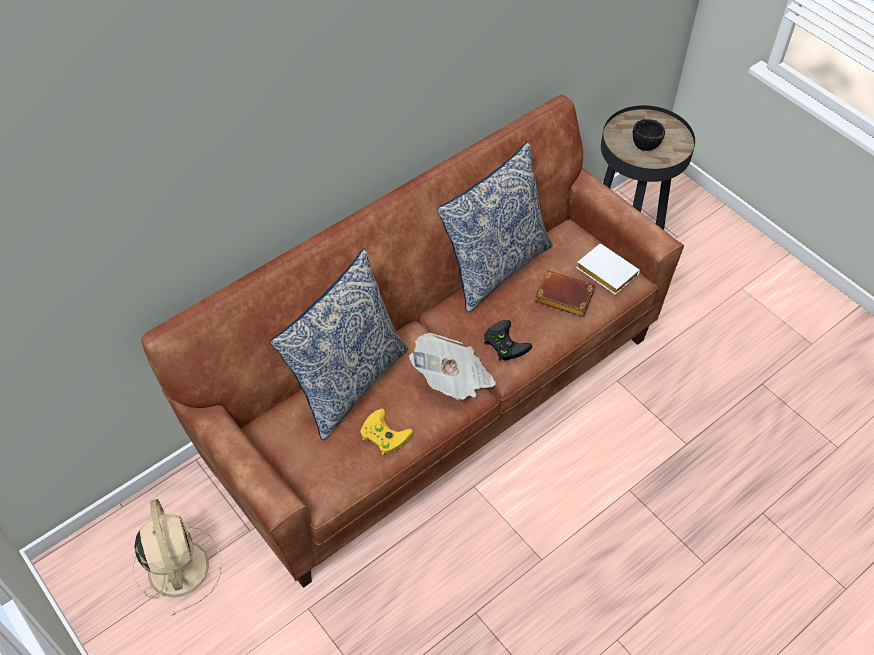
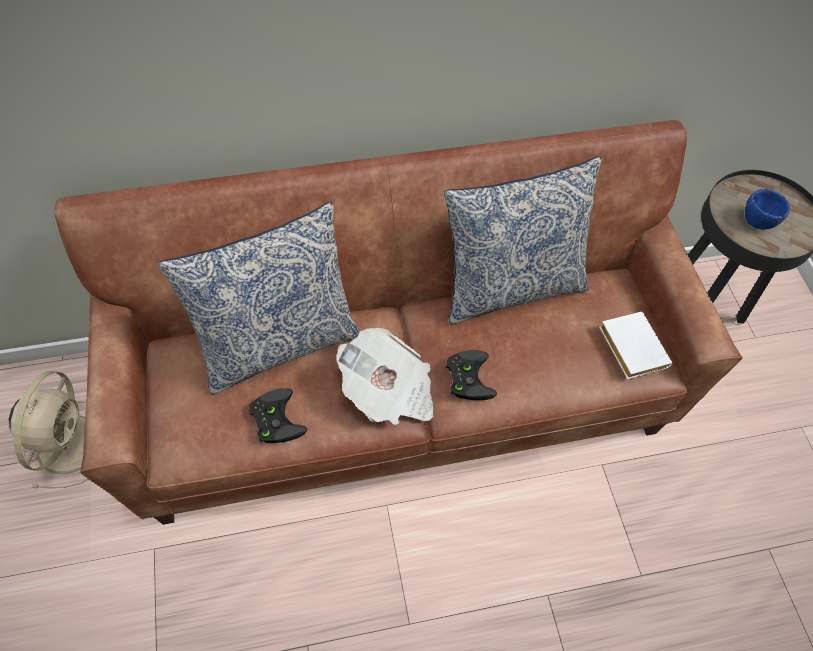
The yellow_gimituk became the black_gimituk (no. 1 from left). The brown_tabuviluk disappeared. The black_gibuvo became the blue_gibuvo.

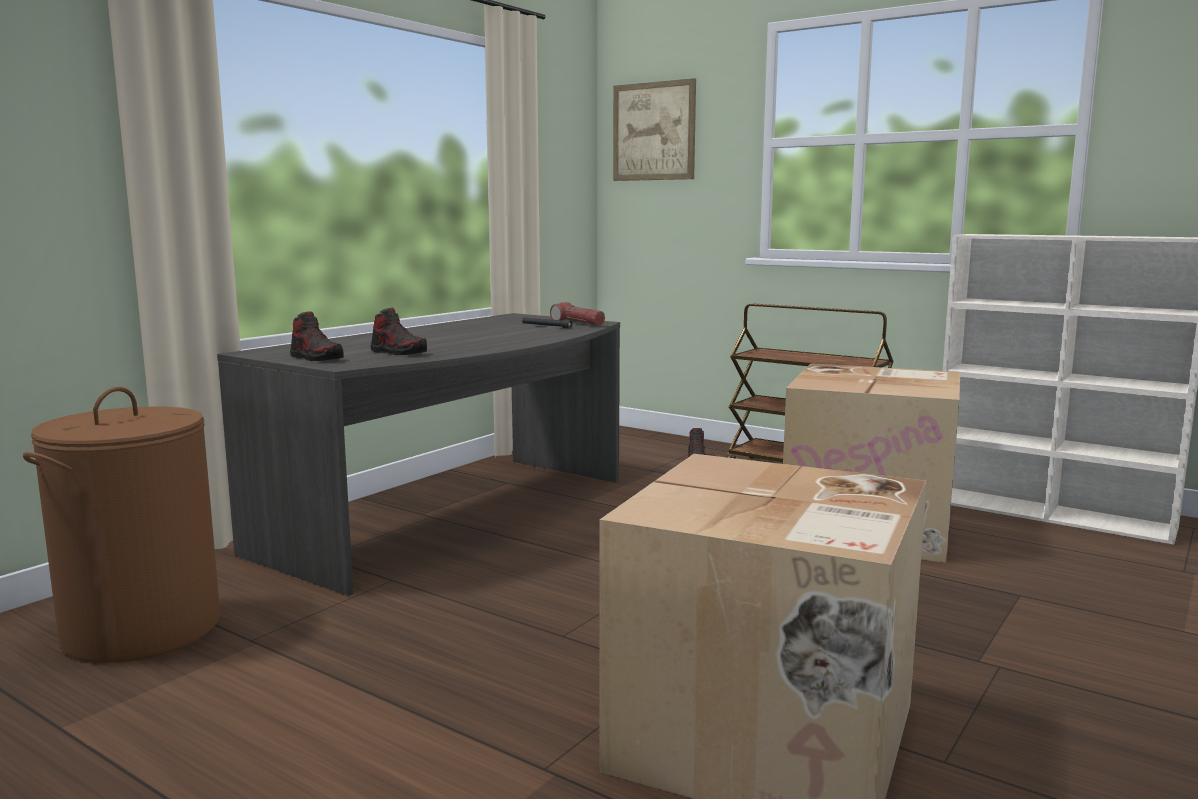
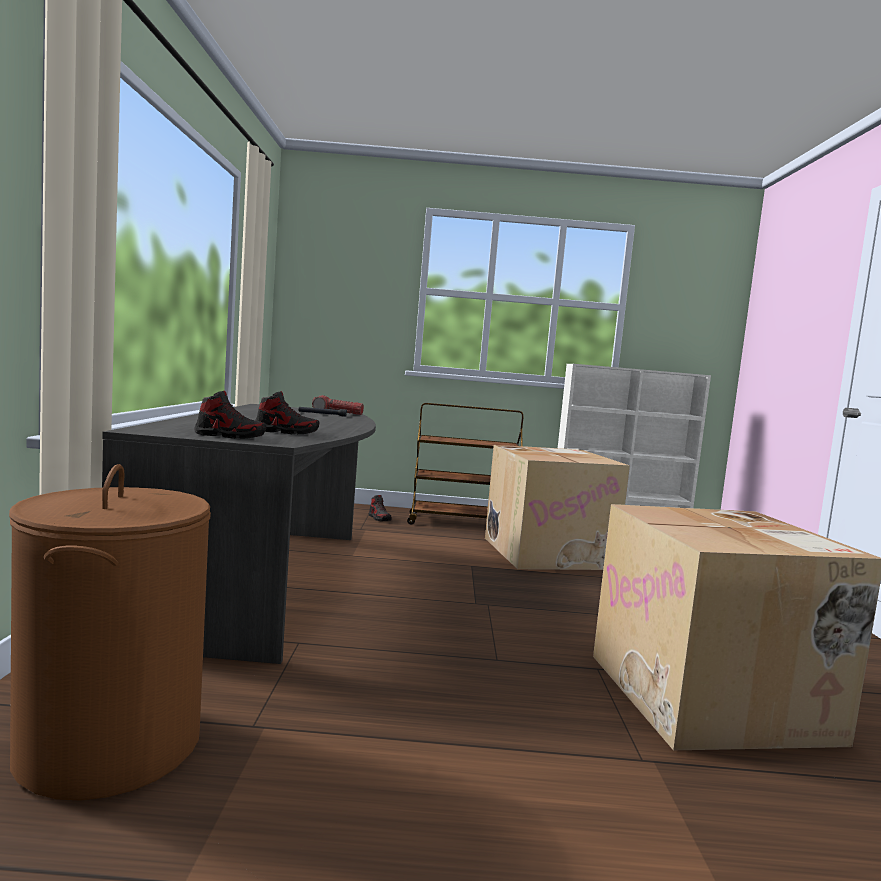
The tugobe disappeared.

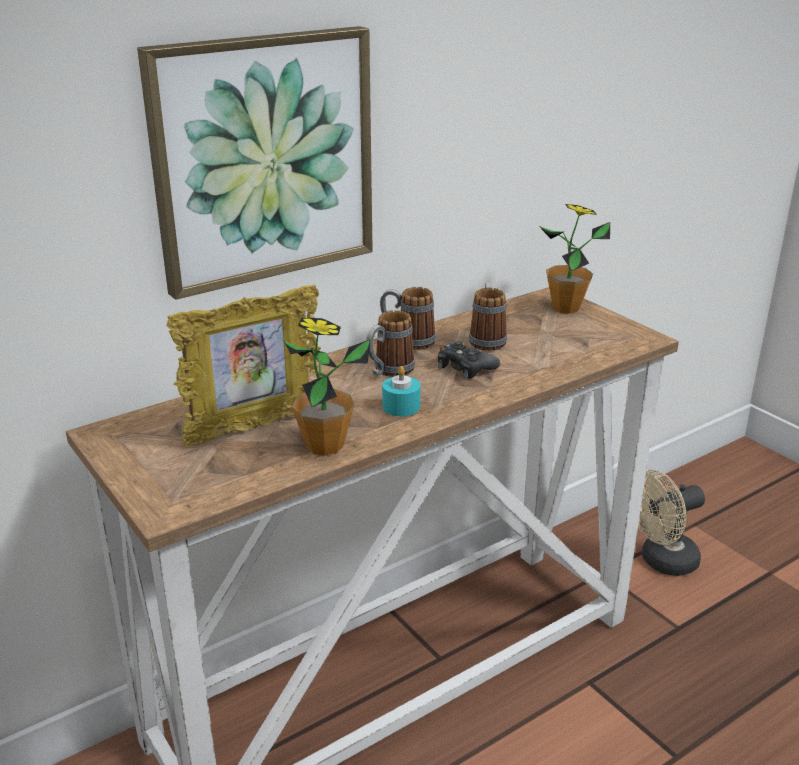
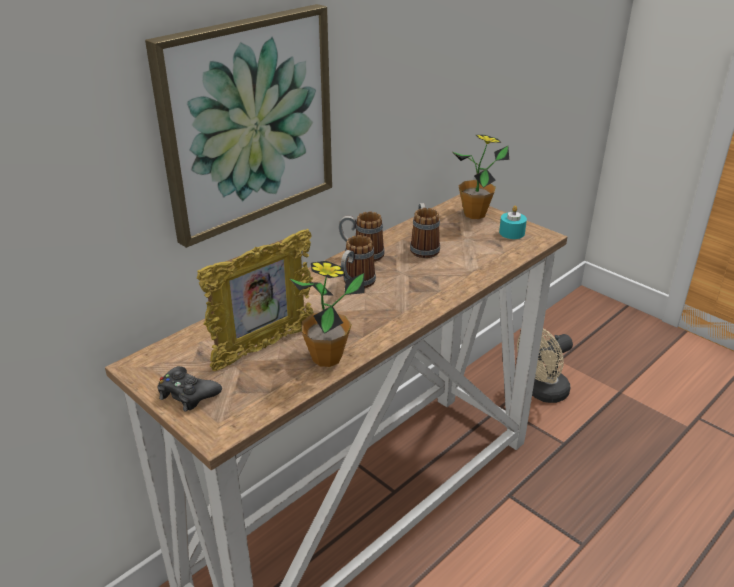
The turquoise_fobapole moved. The black_gimituk moved.

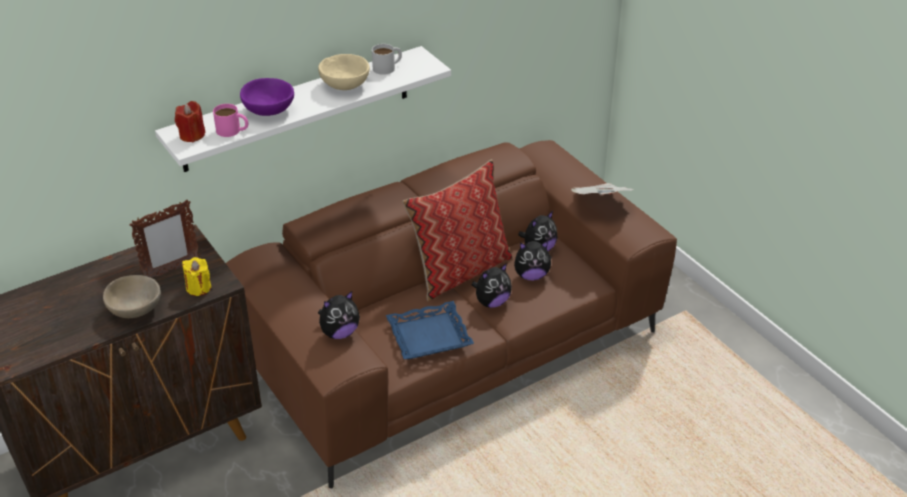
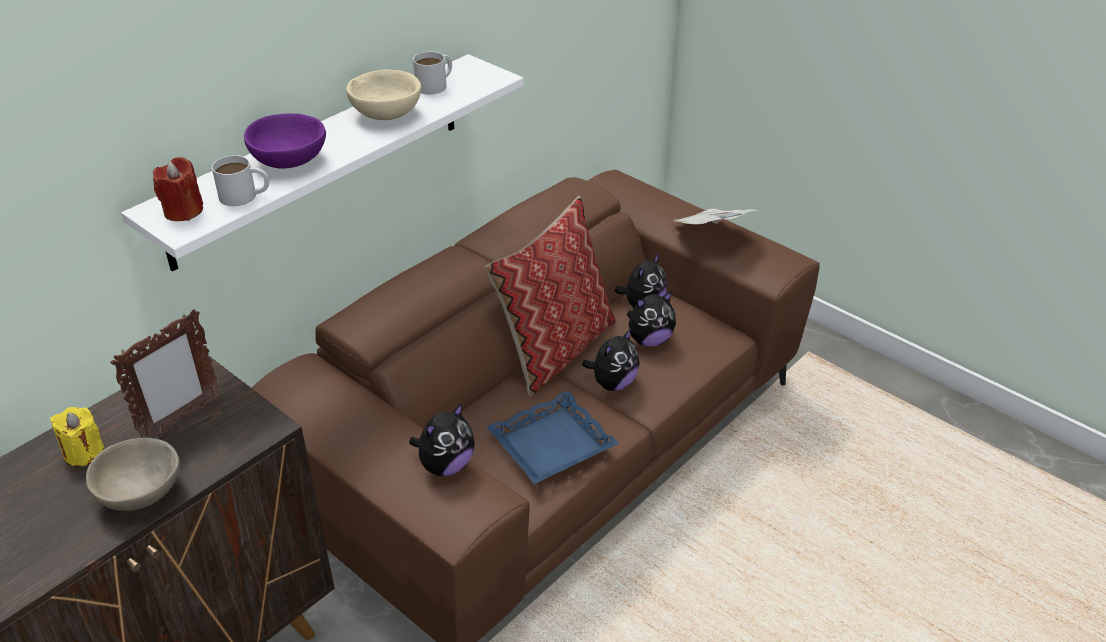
The yellow_fobapole moved. The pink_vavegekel became the white_vavegekel (no. 1 from left).

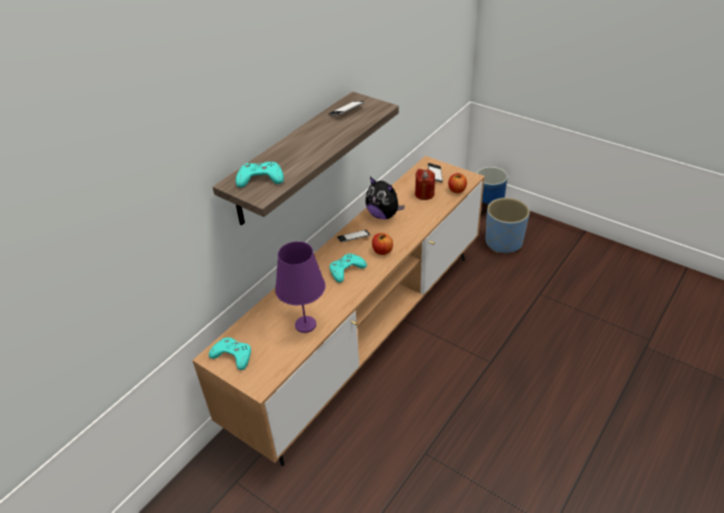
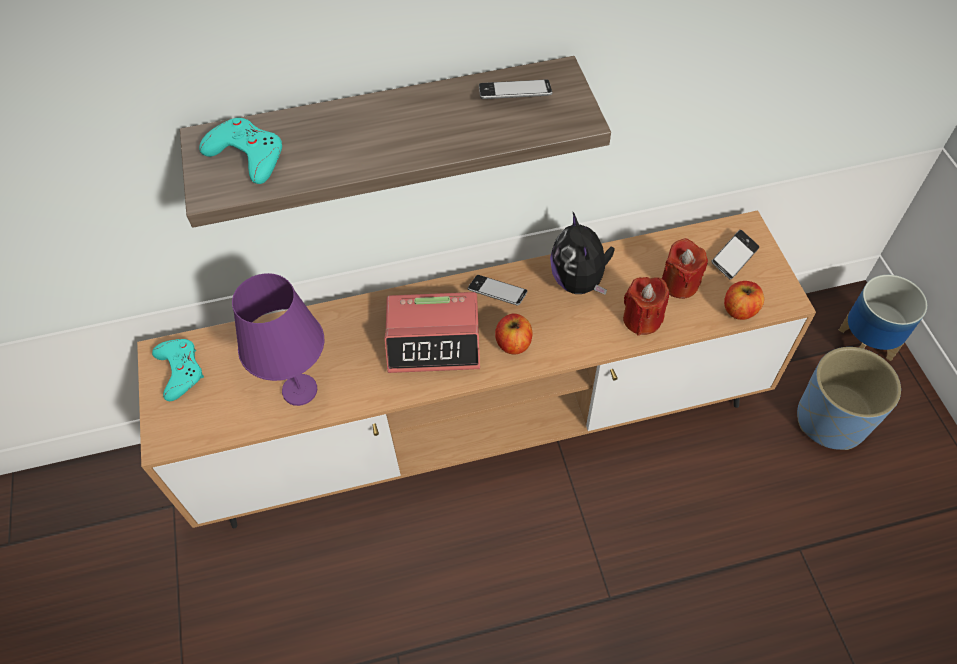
The turquoise_gimituk (no. 3 from left) was replaced by the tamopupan. The red_fobapole (no. 1 from left) appeared.

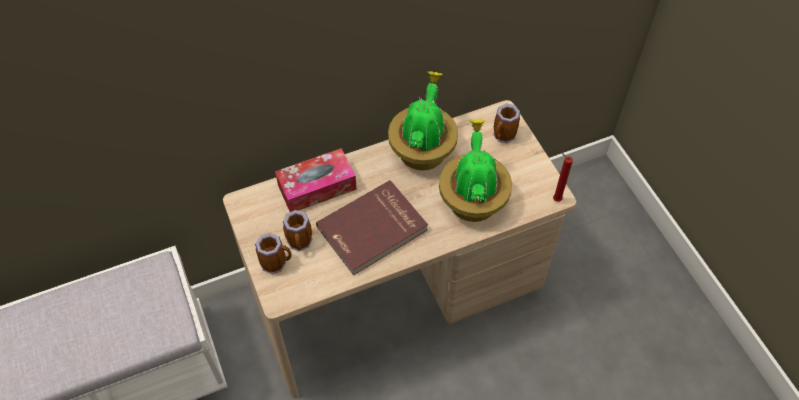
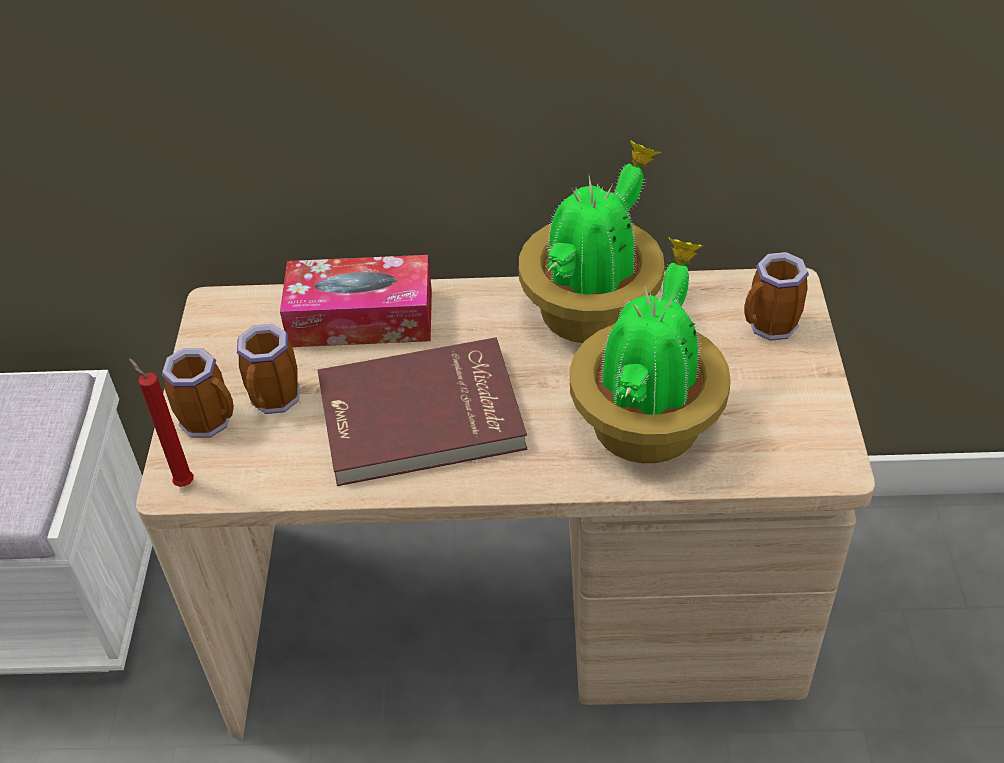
The red_fobapole moved.

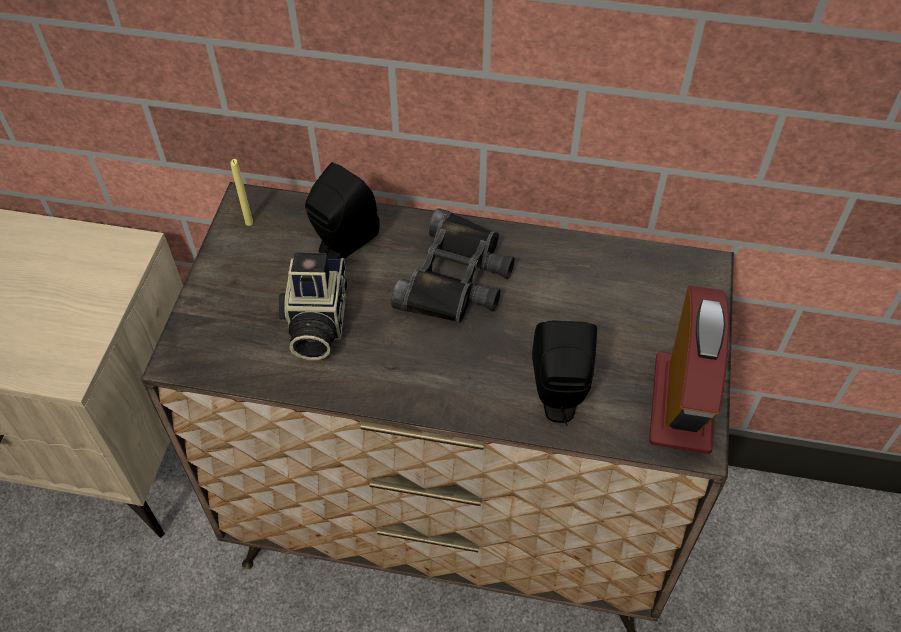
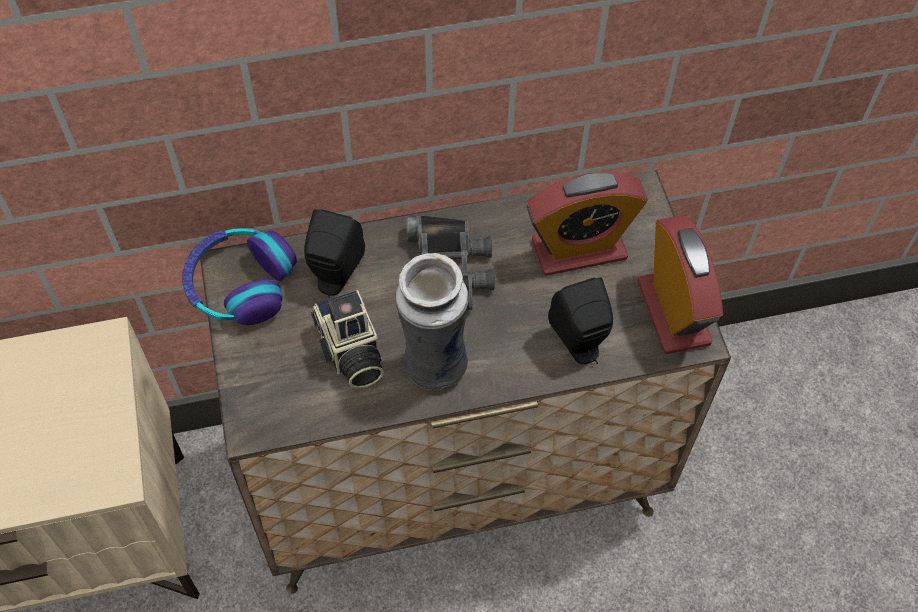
The yellow_fobapole was replaced by the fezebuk. The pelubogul appeared. The tamopupan (no. 1 from left) appeared.

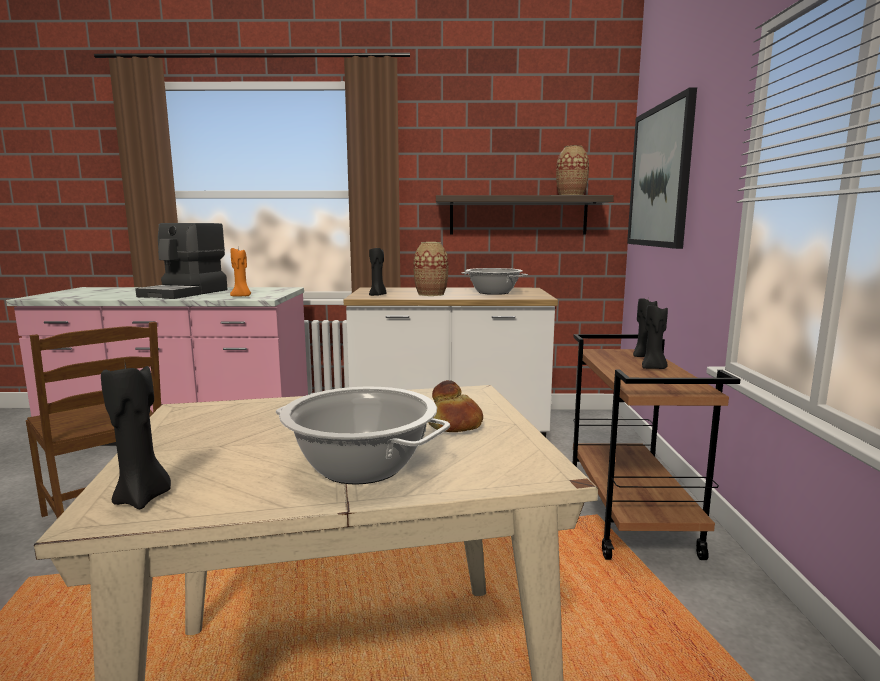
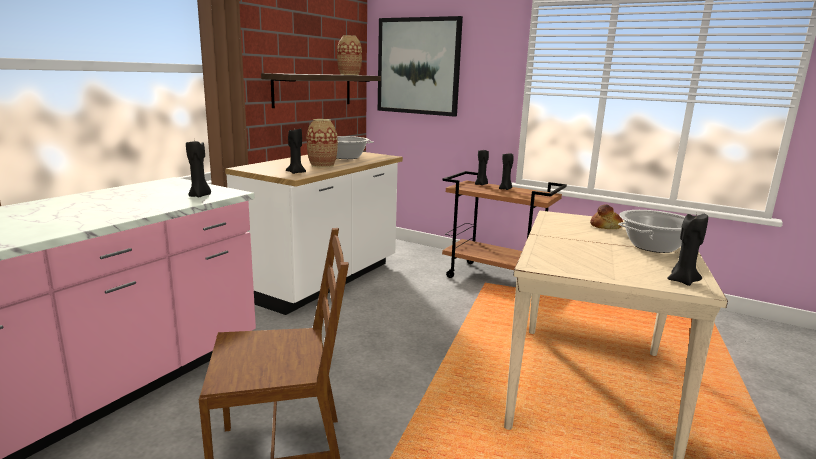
The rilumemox disappeared. The orange_fobapole became the black_fobapole (no. 1 from left).

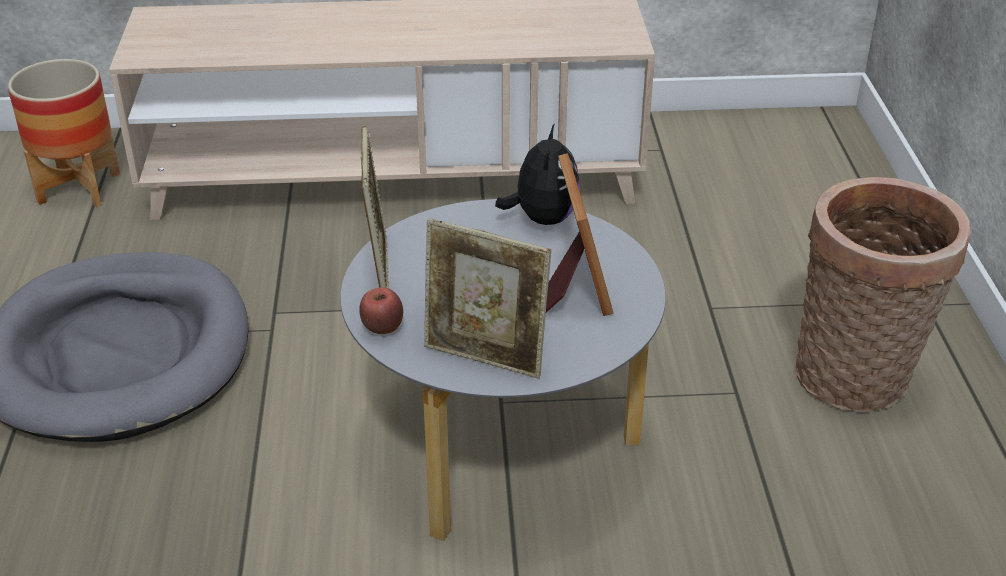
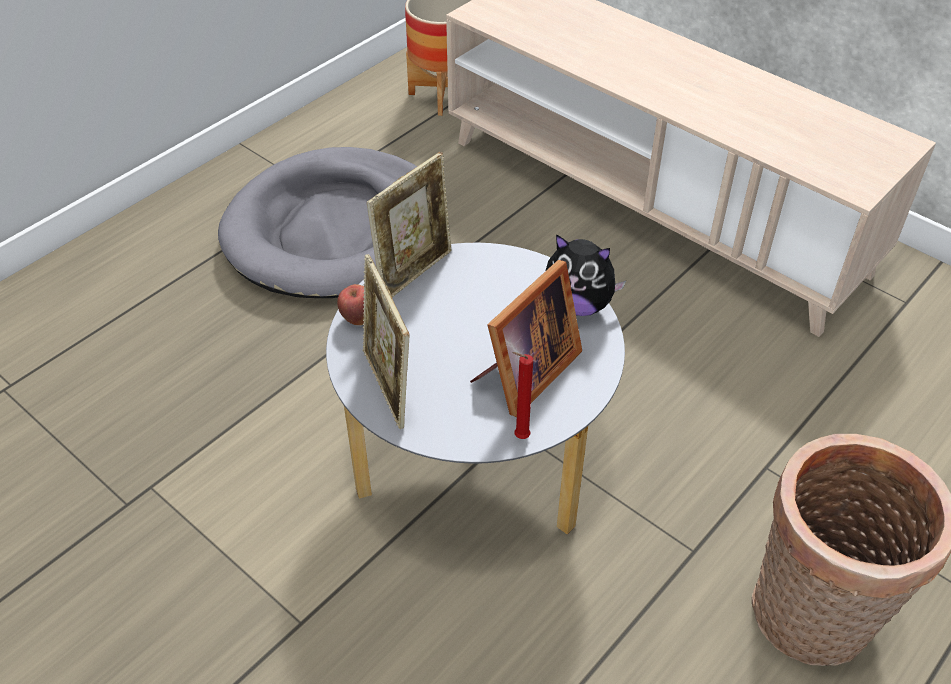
The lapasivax turned 60 degrees clockwise. The red_fobapole appeared.

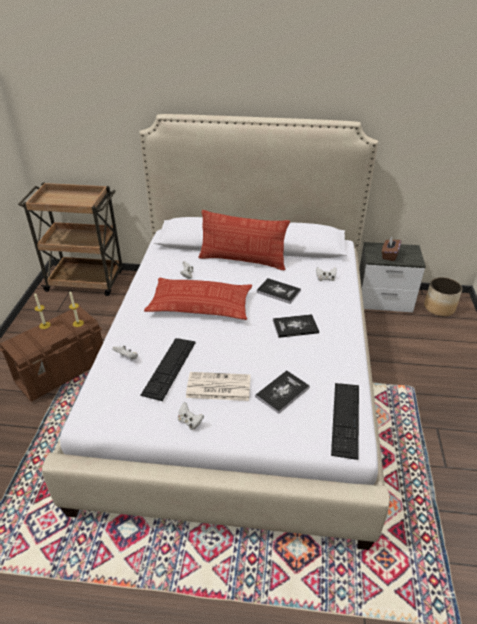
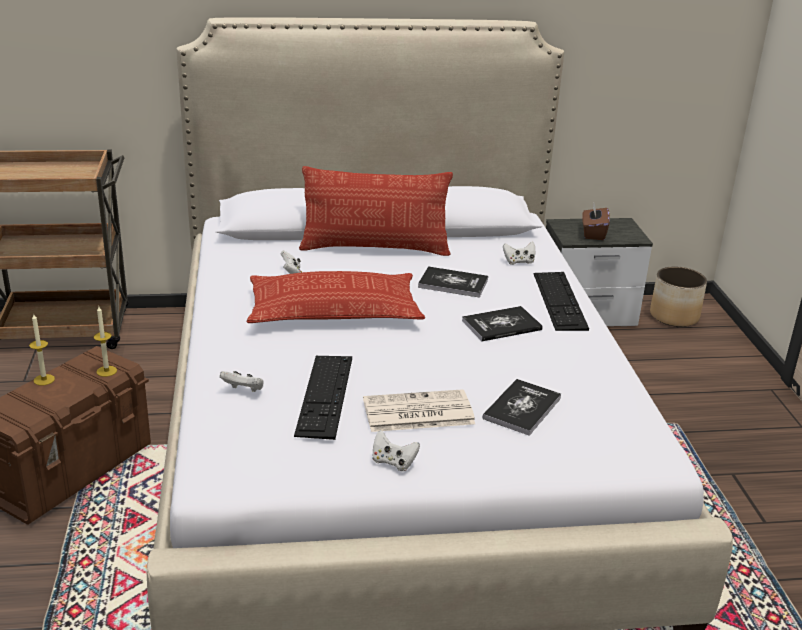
The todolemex (no. 2 from left) moved.

